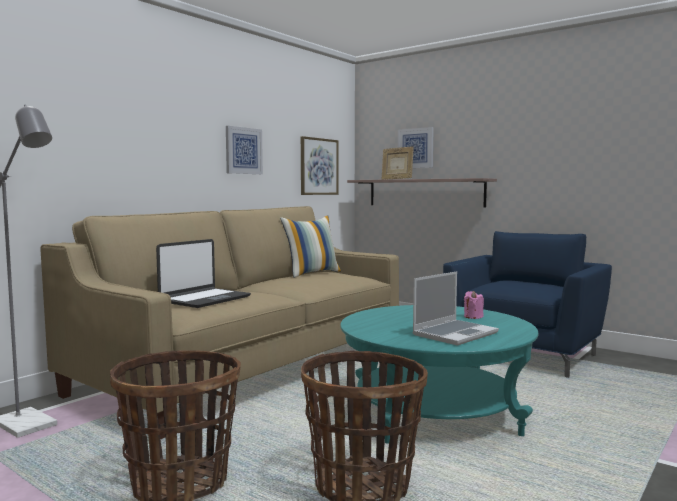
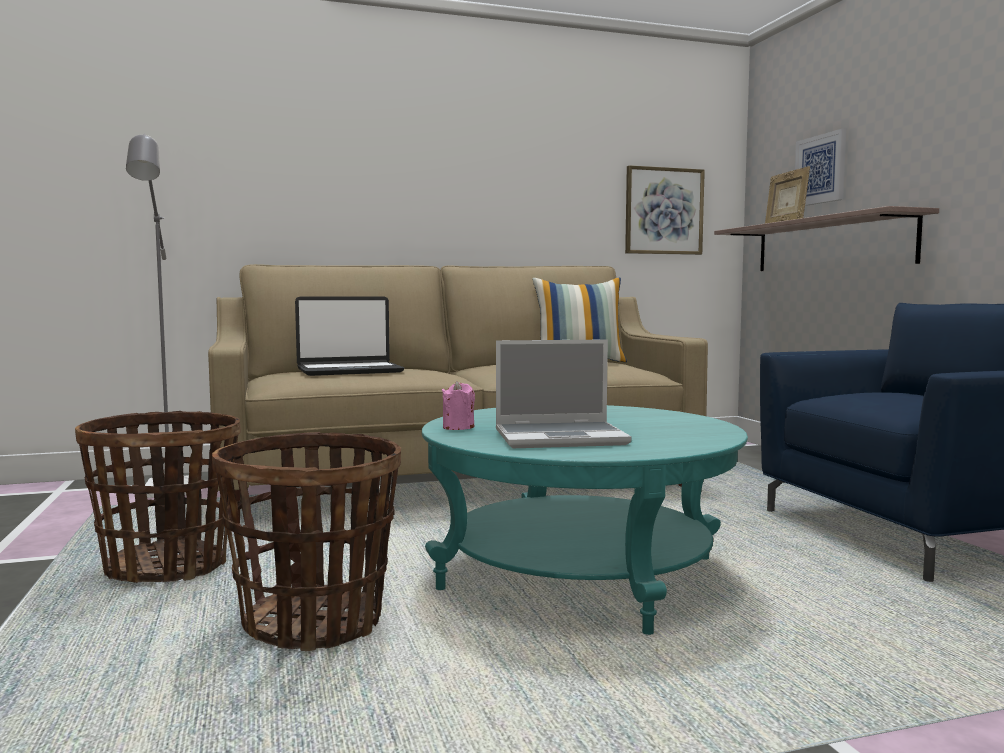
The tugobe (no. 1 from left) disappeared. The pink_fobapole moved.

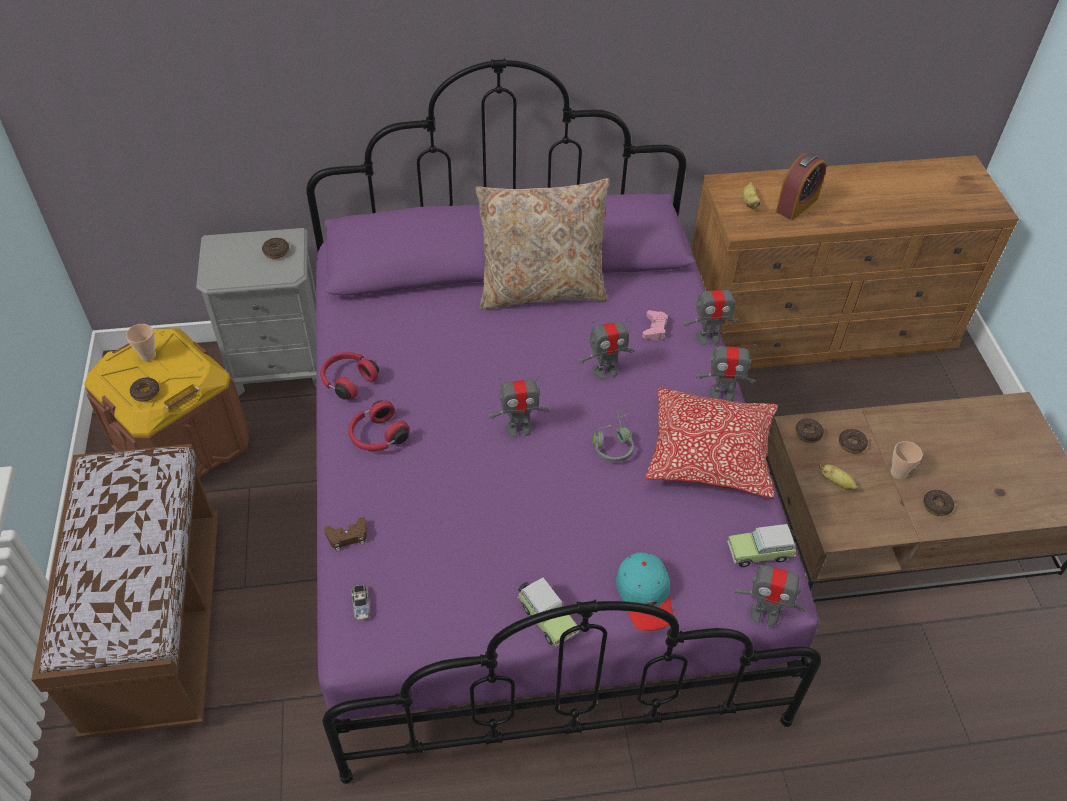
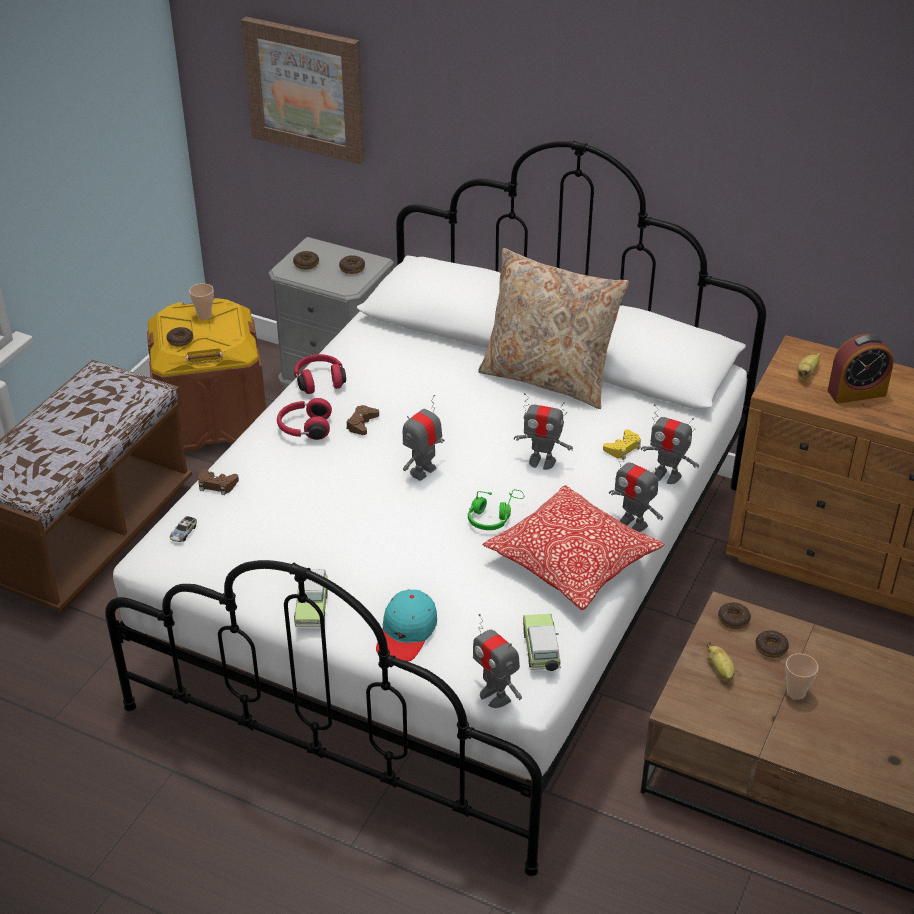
The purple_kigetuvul became the white_kigetuvul. The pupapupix (no. 1 from left) turned 105 degrees clockwise. The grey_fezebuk became the green_fezebuk. The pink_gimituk became the yellow_gimituk. The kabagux (no. 3 from left) turned 60 degrees clockwise. The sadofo (no. 5 from left in the first image) moved. The tugobe appeared. The brown_gimituk (no. 2 from left) appeared.

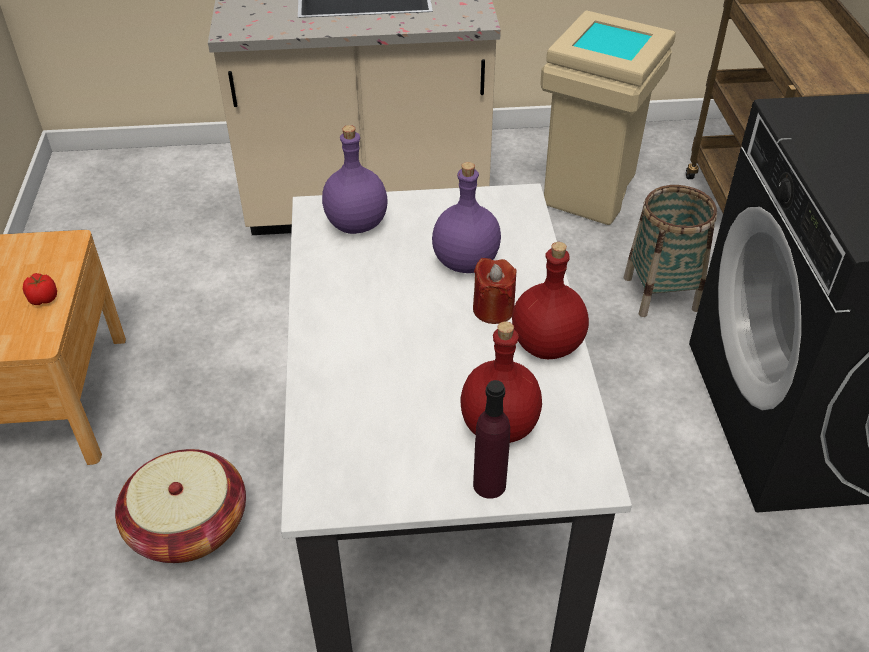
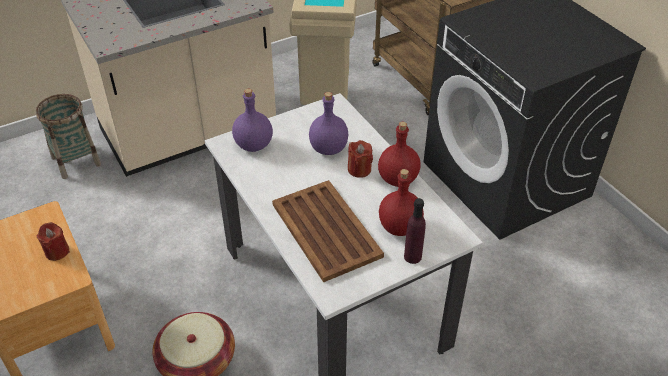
The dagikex was replaced by the red_fobapole (no. 1 from left). The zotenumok (no. 2 from left in the first image) moved. The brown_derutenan appeared.

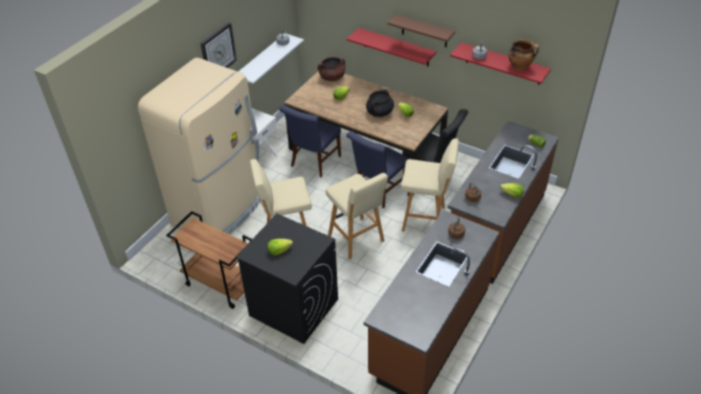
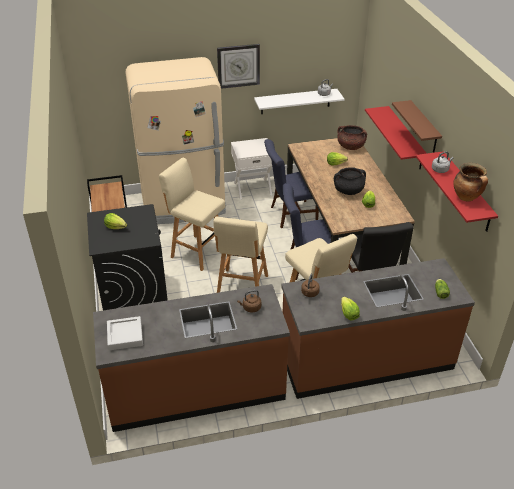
The grey_derutenan appeared.

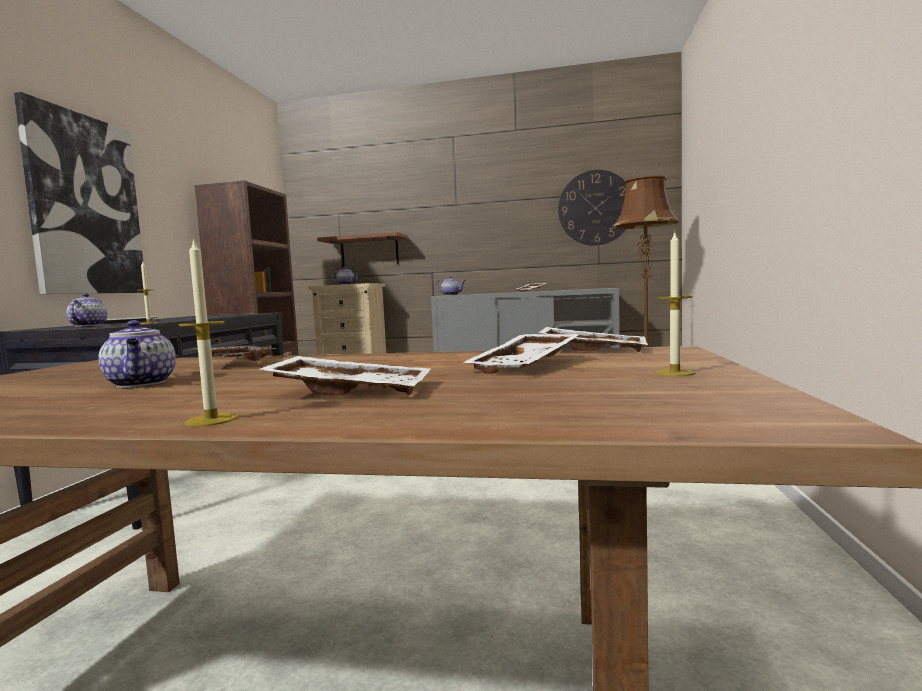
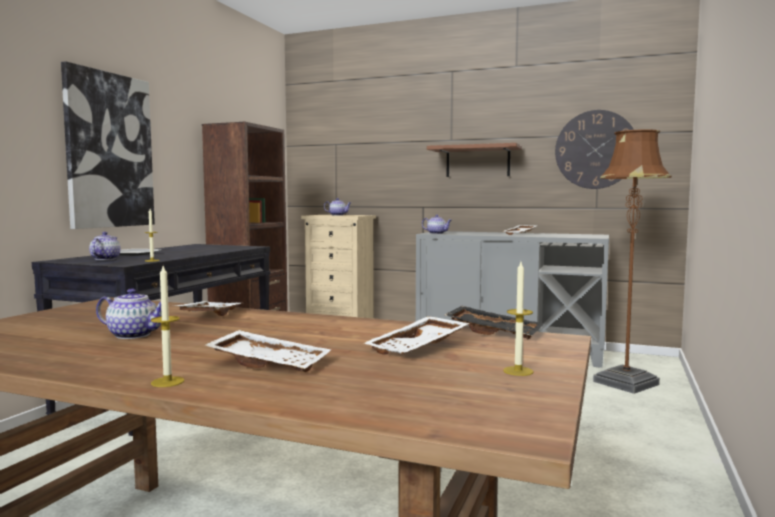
The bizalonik (no. 2 from left) turned 60 degrees counterclockwise. The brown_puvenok moved. The white_derutenan (no. 5 from left) became the black_derutenan.

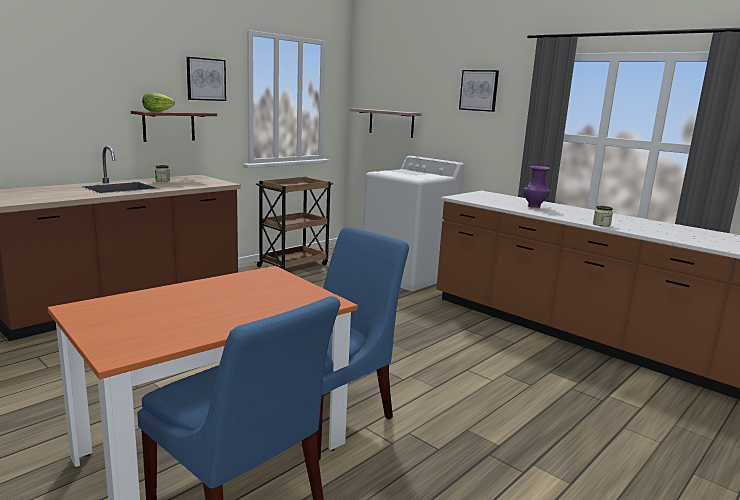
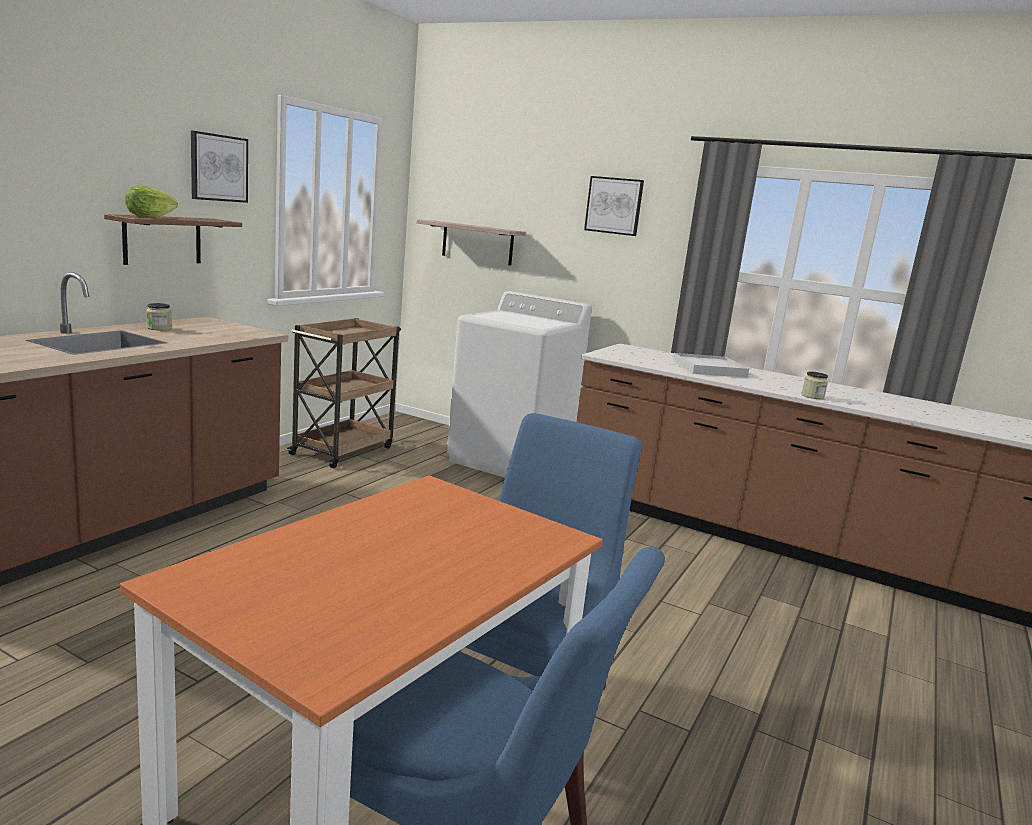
The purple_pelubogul was replaced by the white_derutenan.

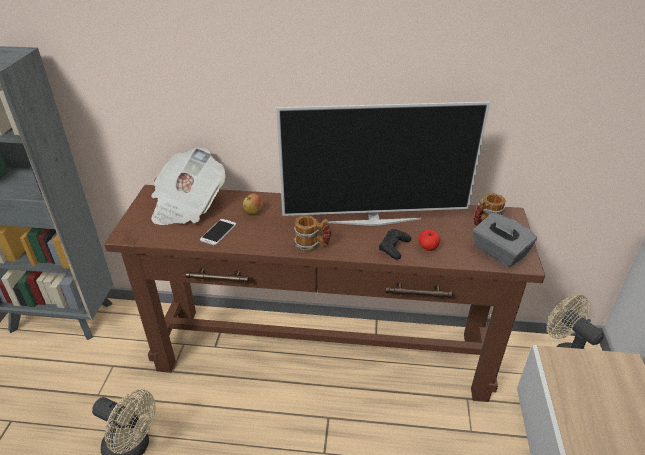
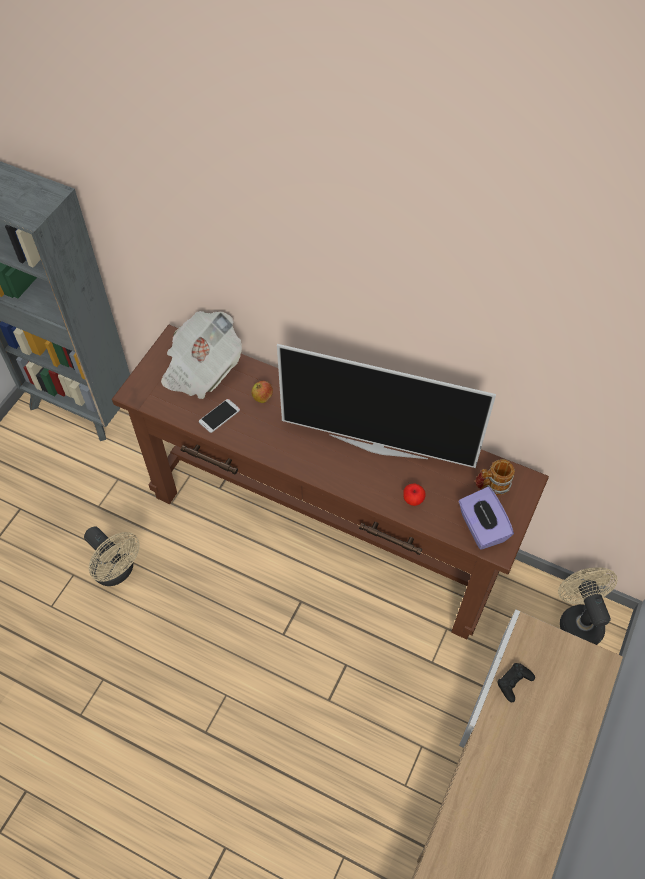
The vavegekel (no. 1 from left) disappeared. The black_gimituk moved. The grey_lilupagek became the purple_lilupagek.

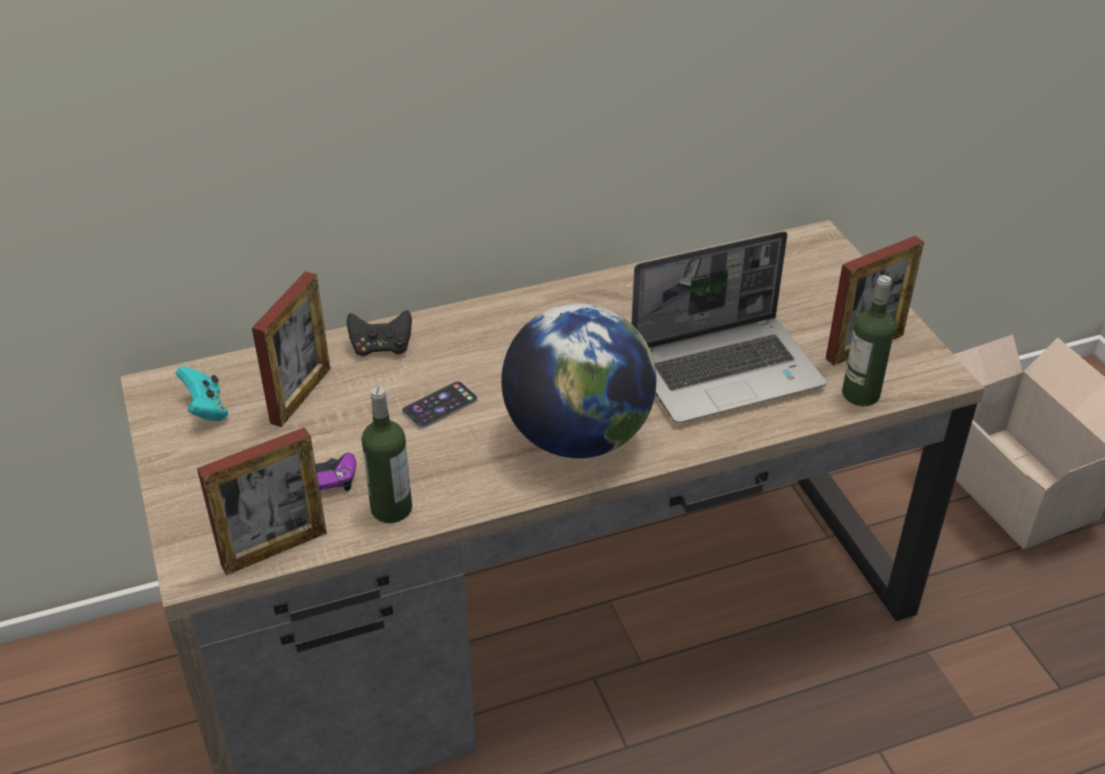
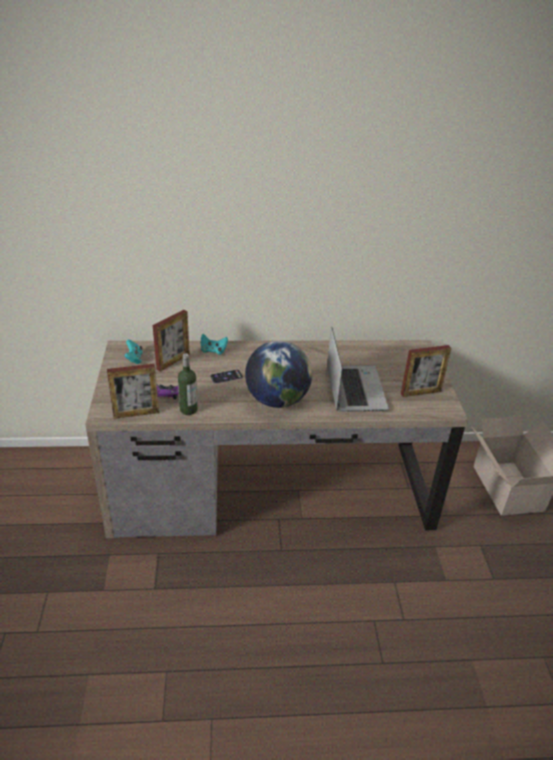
The black_gimituk became the turquoise_gimituk (no. 2 from left). The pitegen turned 90 degrees counterclockwise. The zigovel (no. 2 from left) disappeared.

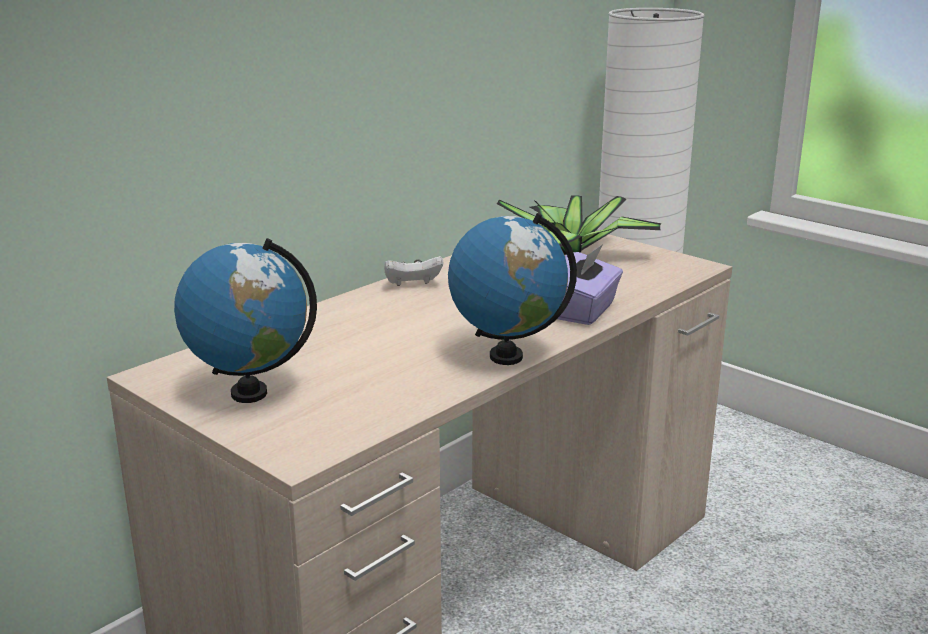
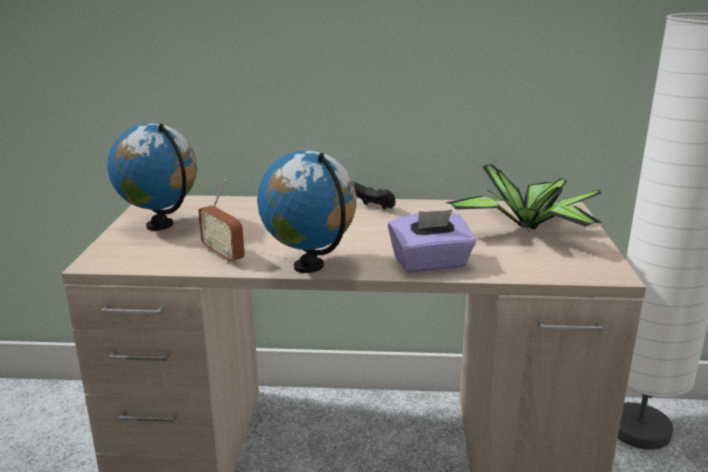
The white_gimituk became the black_gimituk. The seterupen appeared.

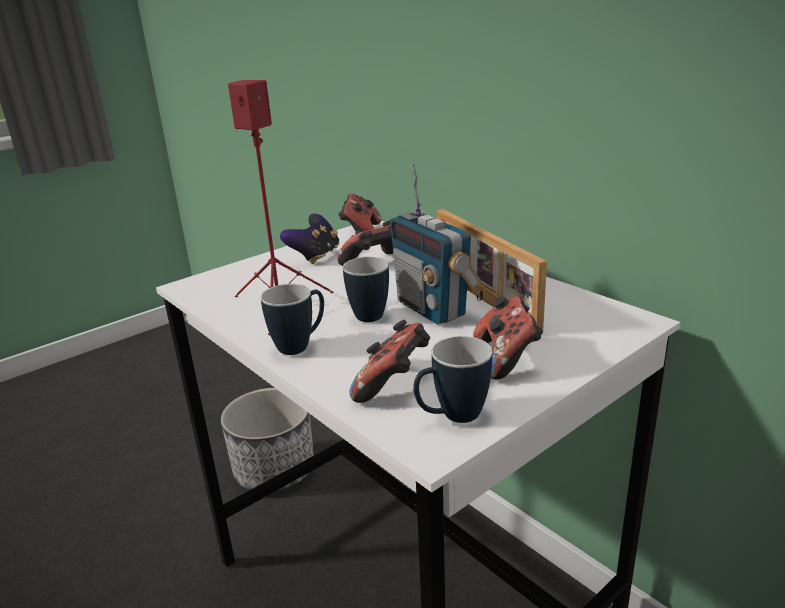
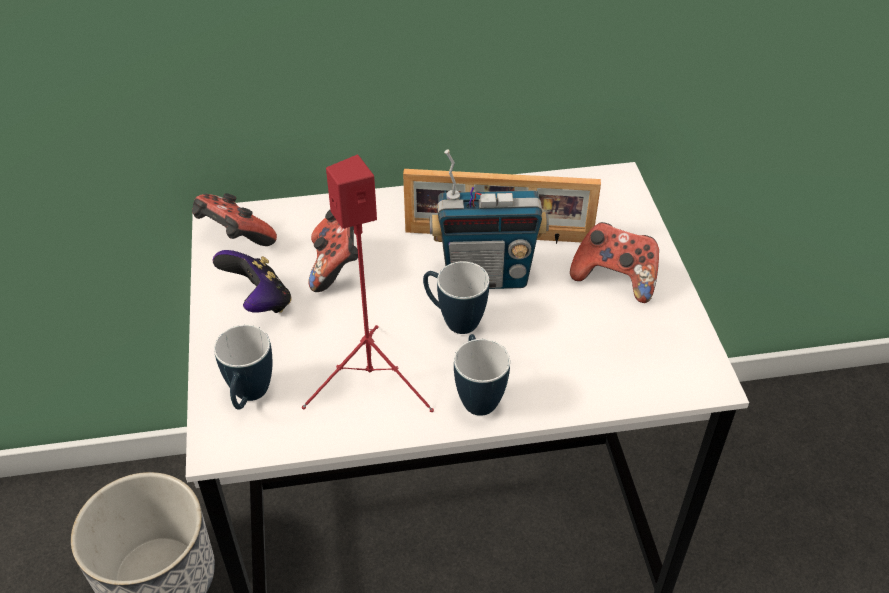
The gimituk (no. 4 from left) disappeared. The vavegekel (no. 3 from left in the first image) moved.

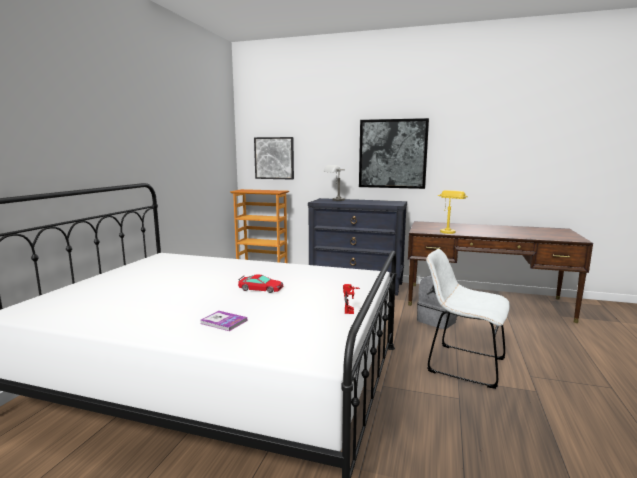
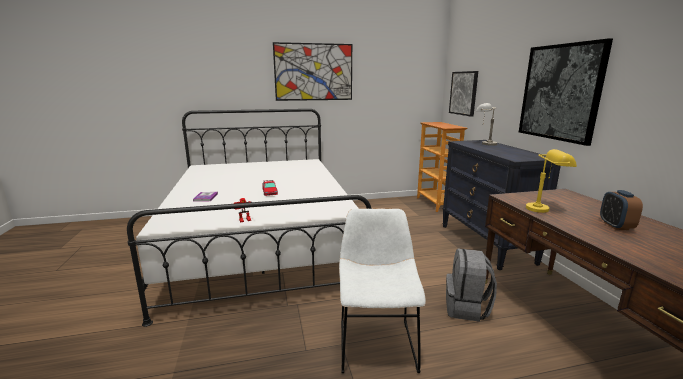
The tugobe (no. 1 from left) appeared. The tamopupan appeared.

